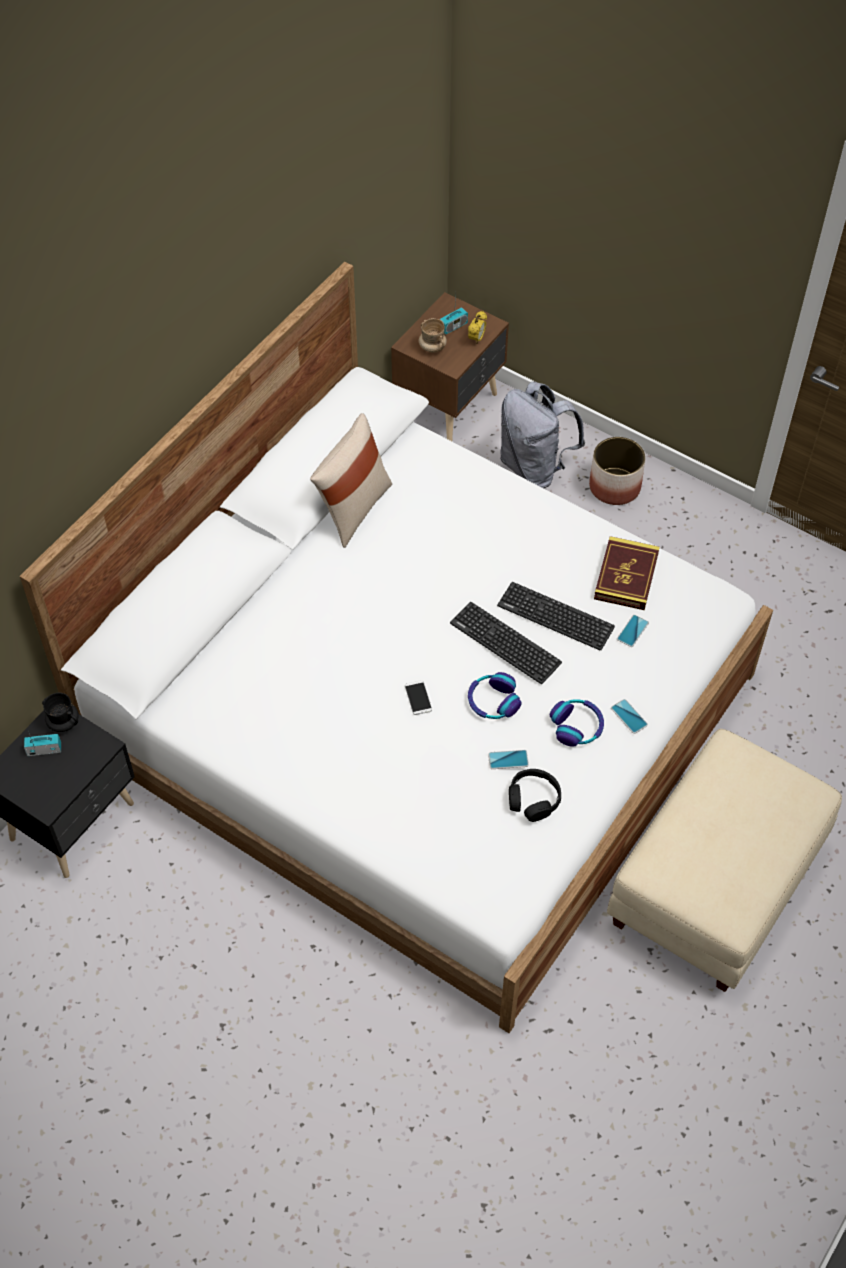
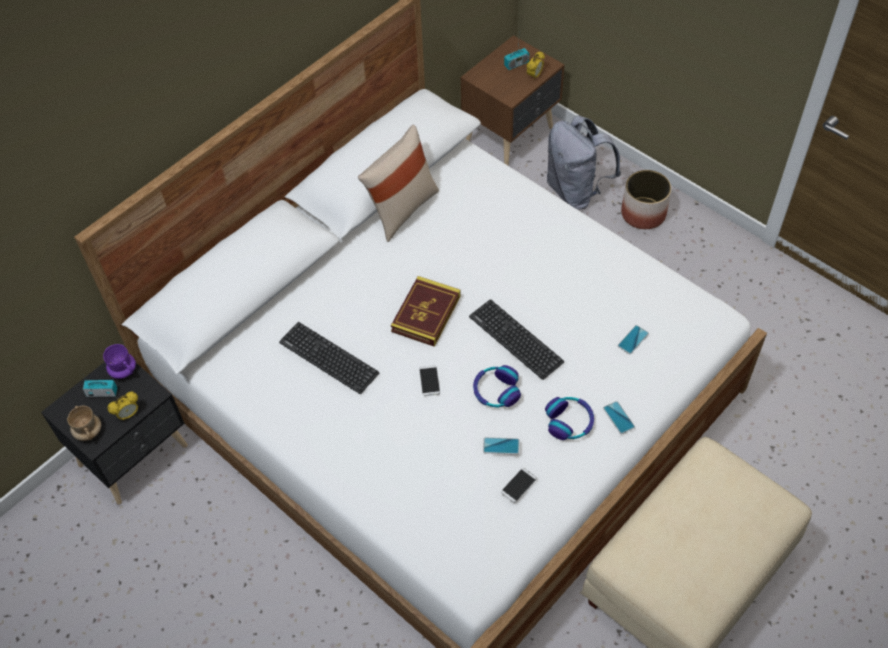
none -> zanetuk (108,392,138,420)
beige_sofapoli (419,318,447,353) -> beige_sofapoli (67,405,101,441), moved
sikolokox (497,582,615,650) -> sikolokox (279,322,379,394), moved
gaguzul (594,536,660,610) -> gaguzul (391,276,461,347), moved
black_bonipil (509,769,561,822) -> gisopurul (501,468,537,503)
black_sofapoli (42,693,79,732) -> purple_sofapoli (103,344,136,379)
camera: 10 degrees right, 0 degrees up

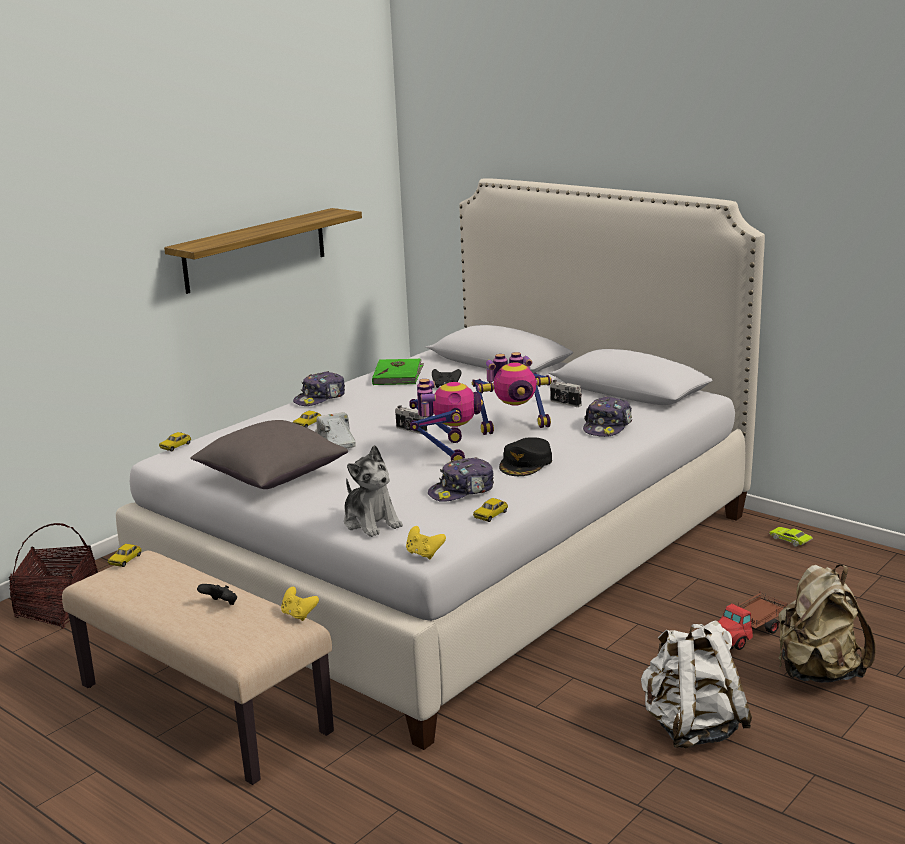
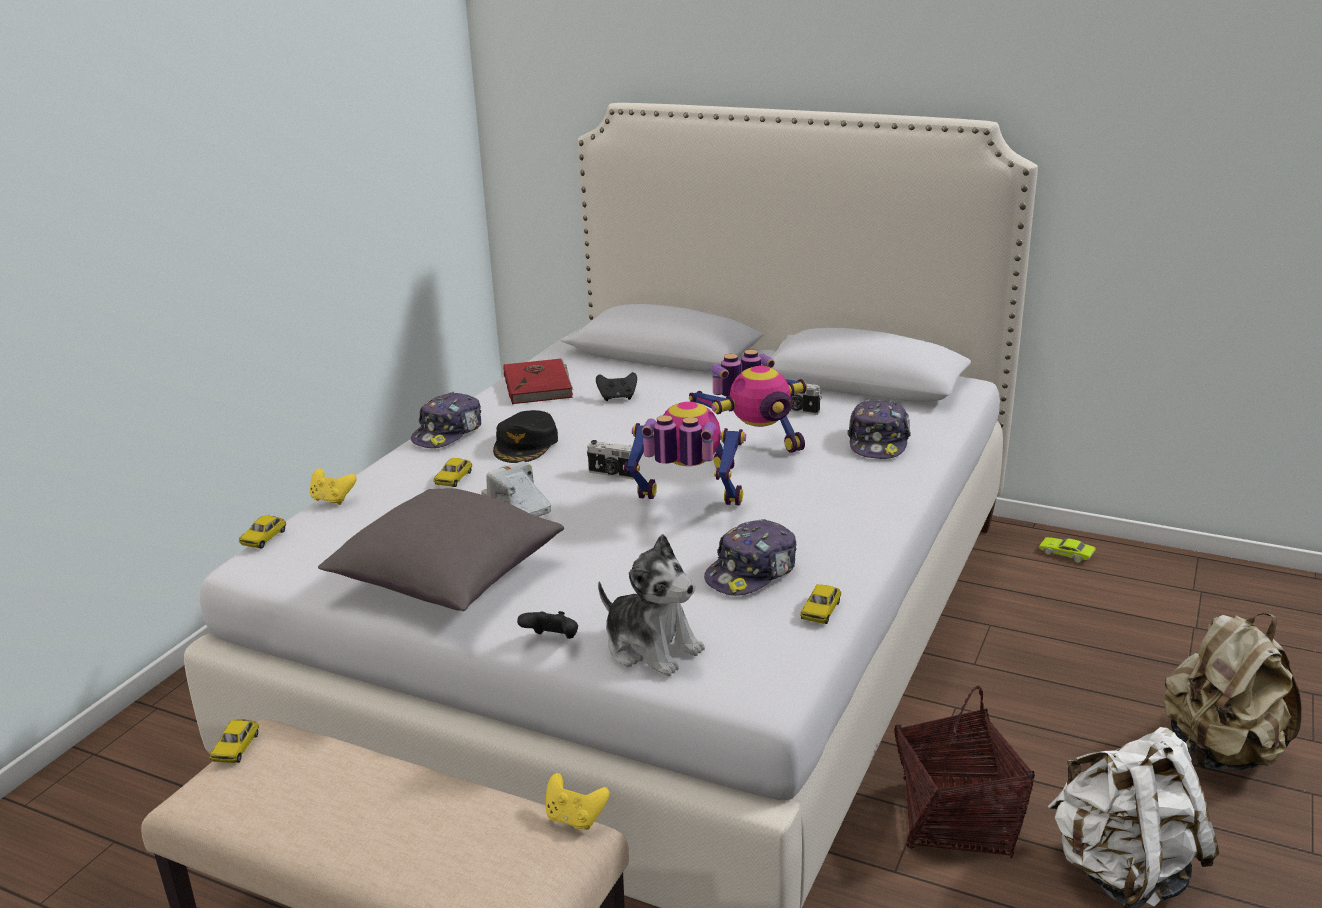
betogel (164,208,362,294) -> none
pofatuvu (718,593,788,650) -> none
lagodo (9,523,98,629) -> lagodo (894,686,1035,858), moved
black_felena (197,584,237,605) -> black_felena (517,611,578,639), moved
yellow_felena (406,526,446,559) -> yellow_felena (310,468,357,505), moved
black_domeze (499,437,552,476) -> black_domeze (493,410,558,463), moved
green_gaguzul (372,359,424,385) -> red_gaguzul (503,358,573,404)
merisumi (409,379,483,461) -> merisumi (623,401,746,506), 60 degrees counterclockwise
camera: 15 degrees left, 5 degrees up

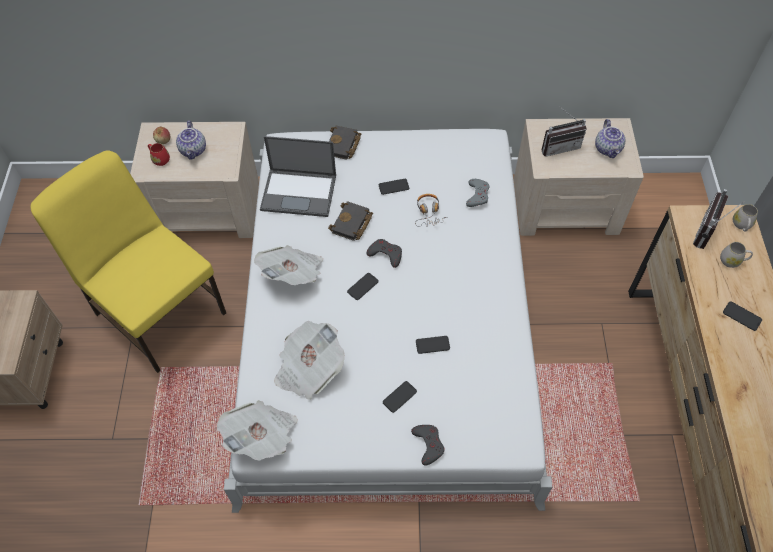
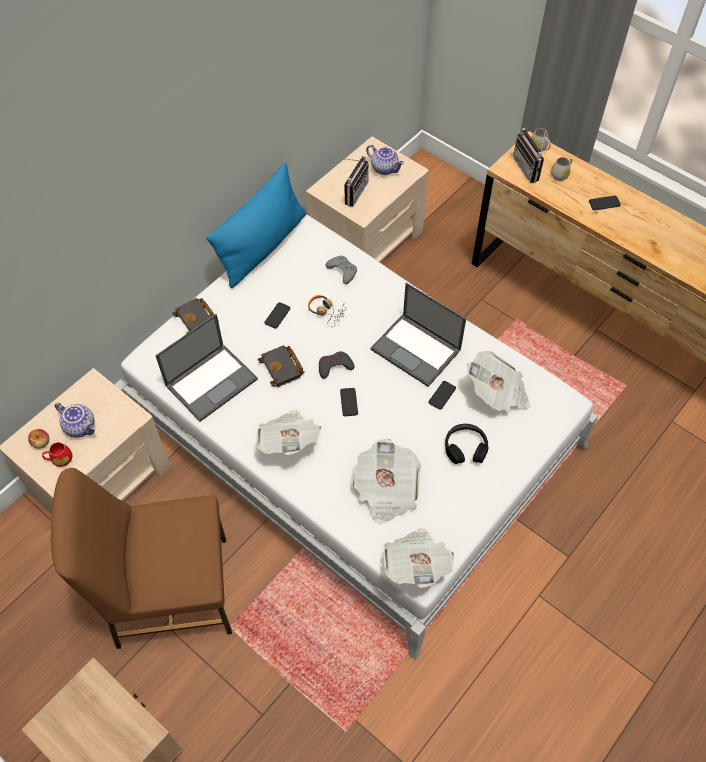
grey_felena (411,425,444,465) -> none
none -> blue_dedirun (206,163,306,288)
none -> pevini (371,282,466,387)
none -> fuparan (467,351,530,412)
gisopurul (383,381,417,413) -> black_bonipil (445,424,489,464)
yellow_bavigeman (31,150,226,373) -> brown_bavigeman (51,468,232,649)
camera: 50 degrees left, 0 degrees up

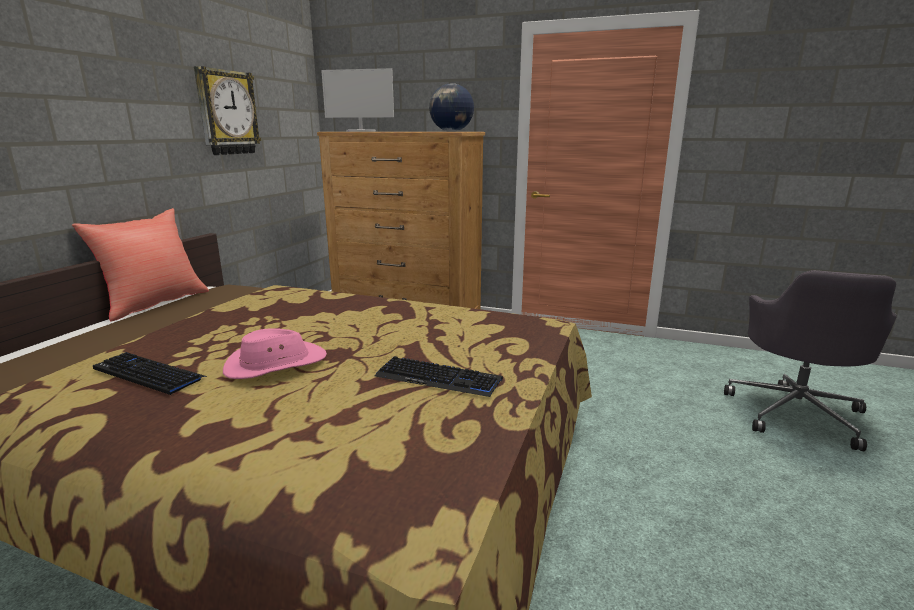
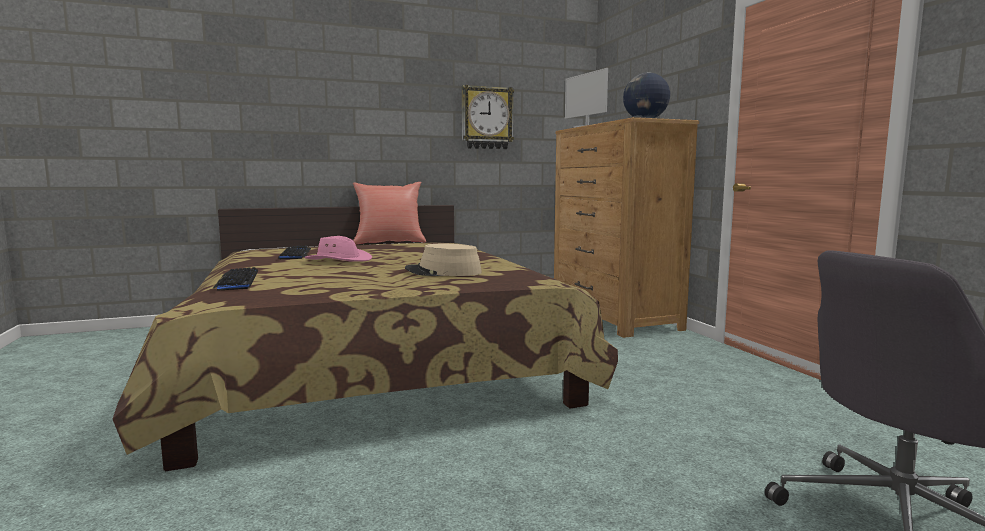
none -> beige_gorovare (405,244,482,276)
sikolokox (375,356,503,397) -> sikolokox (212,267,258,291), moved
camera: 50 degrees right, 10 degrees down

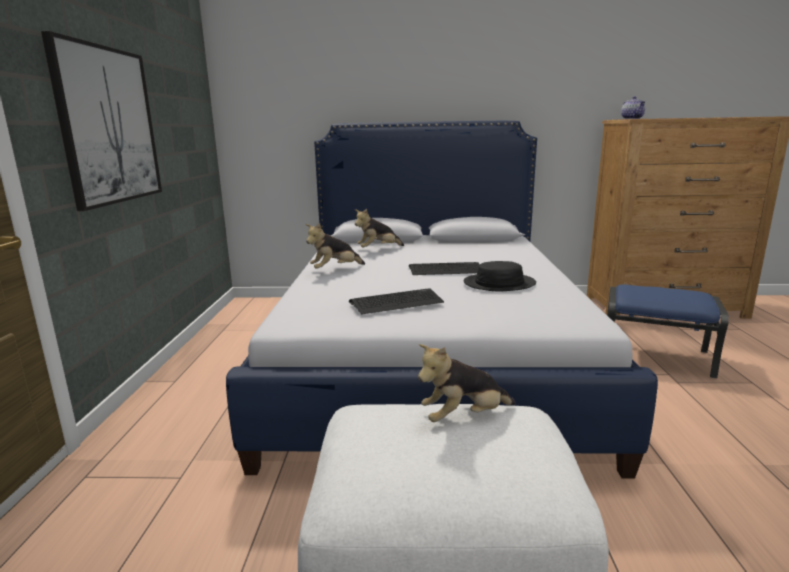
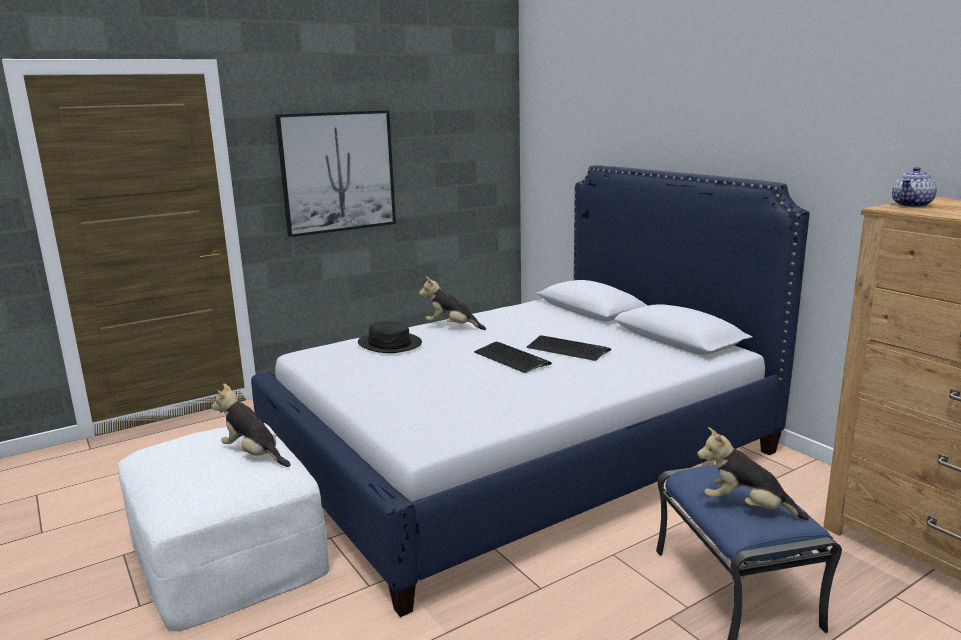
sikolokox (349,289,444,315) -> sikolokox (526,336,611,361), moved
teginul (355,209,404,247) -> teginul (697,427,809,520), moved
black_gorovare (463,261,536,291) -> black_gorovare (358,321,422,353), moved
camera: 55 degrees right, 0 degrees up

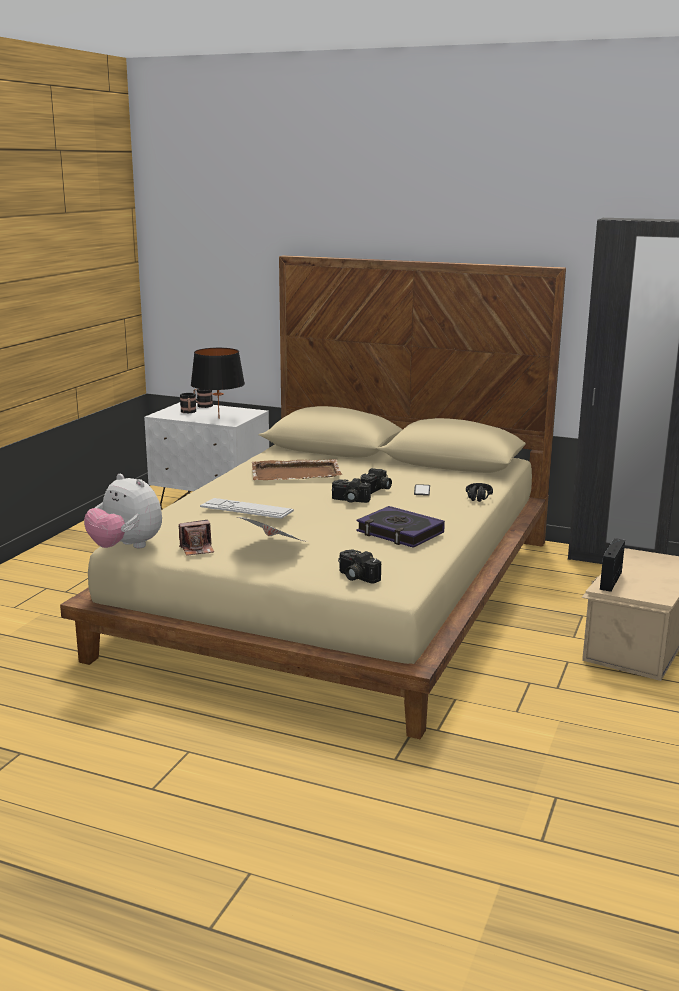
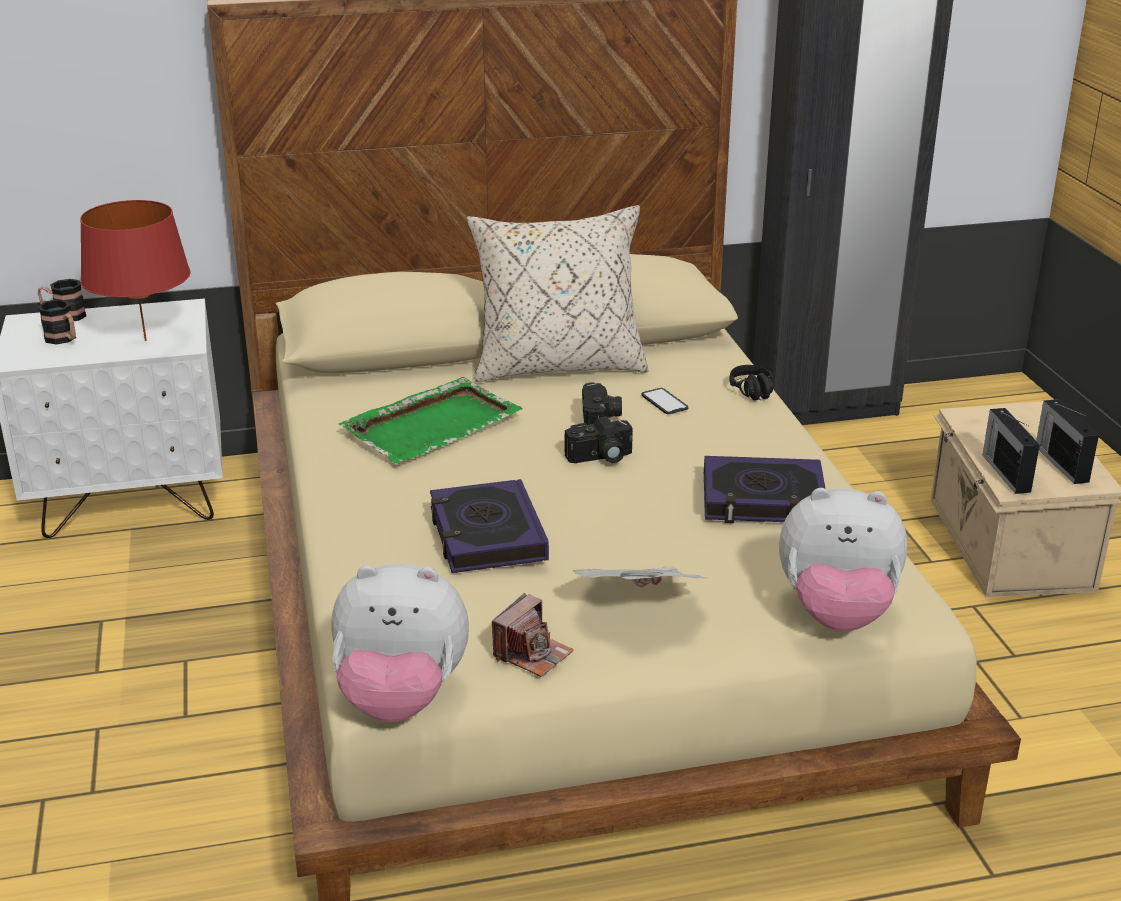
none -> beige_dedirun (466,205,649,382)
none -> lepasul (1036,399,1099,484)
sikolokox (200,498,294,519) -> gaguzul (430,479,549,573)
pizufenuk (338,549,381,584) -> teginul (779,488,907,632)
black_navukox (191,348,245,419) -> red_navukox (80,200,191,341)
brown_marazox (252,459,342,480) -> green_marazox (339,377,523,464)
camera: 35 degrees left, 10 degrees up

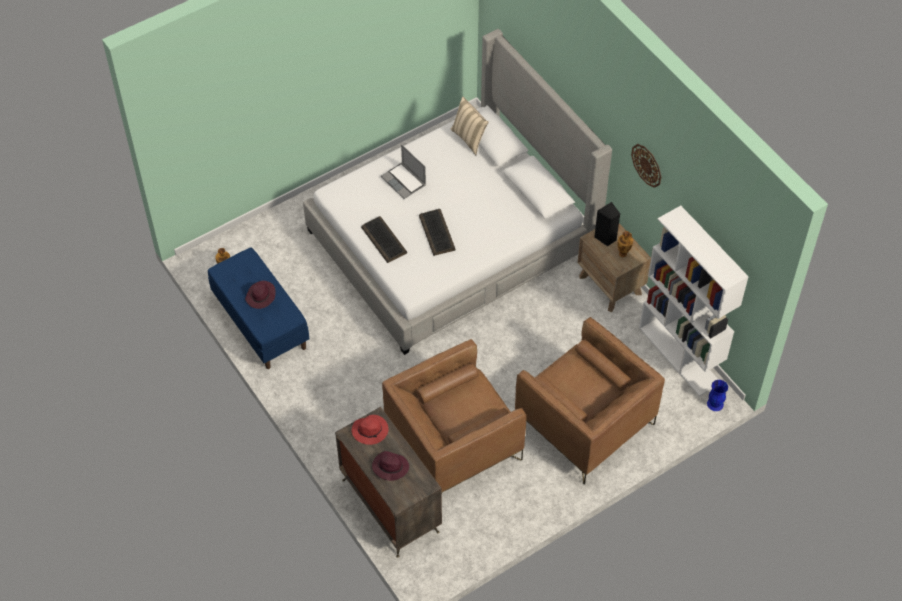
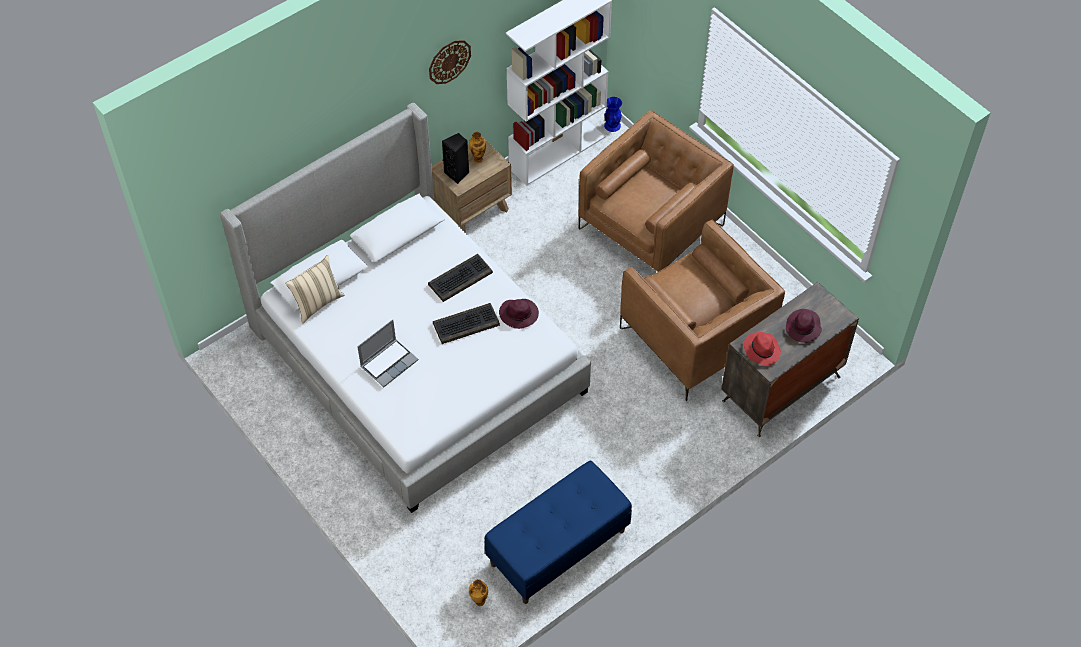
purple_gorovare (245,281,276,309) -> purple_gorovare (499,299,539,329), moved
sikolokox (361,216,407,263) -> sikolokox (428,254,493,302), moved
camera: 95 degrees left, 0 degrees up

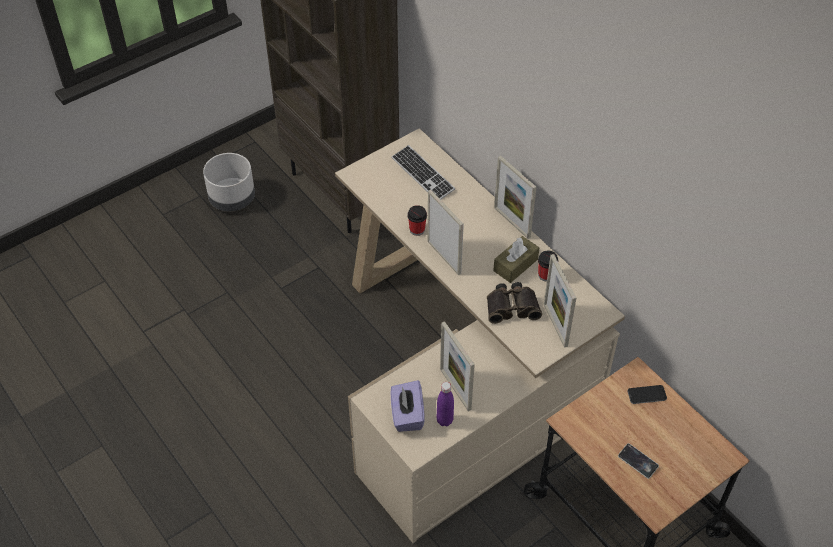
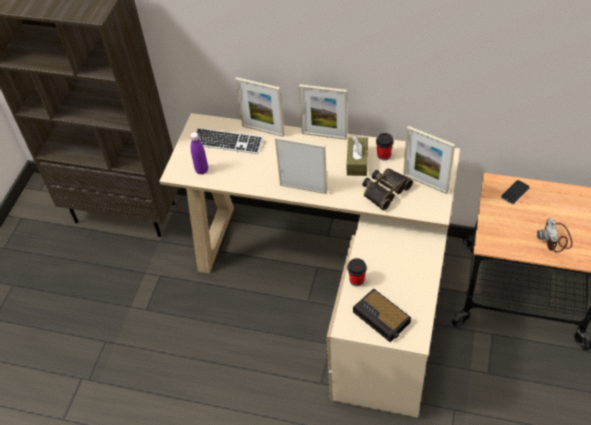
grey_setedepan (203,153,255,211) -> none
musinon (407,205,427,236) -> musinon (347,258,367,287), moved
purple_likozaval (437,382,454,426) -> purple_likozaval (190,132,208,175), moved
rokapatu (440,321,475,411) -> rokapatu (235,77,285,137), moved
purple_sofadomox (391,380,424,432) -> zanetuk (353,288,411,342)
gisopurul (618,443,659,479) -> pizufenuk (537,218,573,253)
camera: 35 degrees left, 0 degrees up

